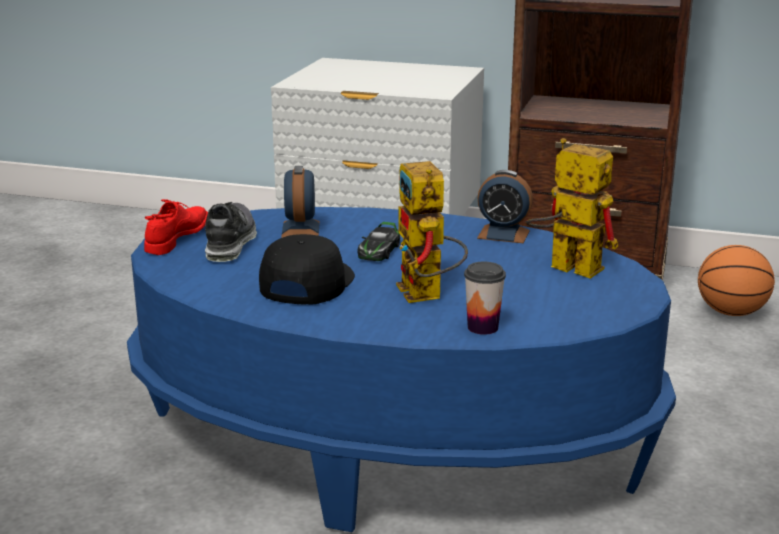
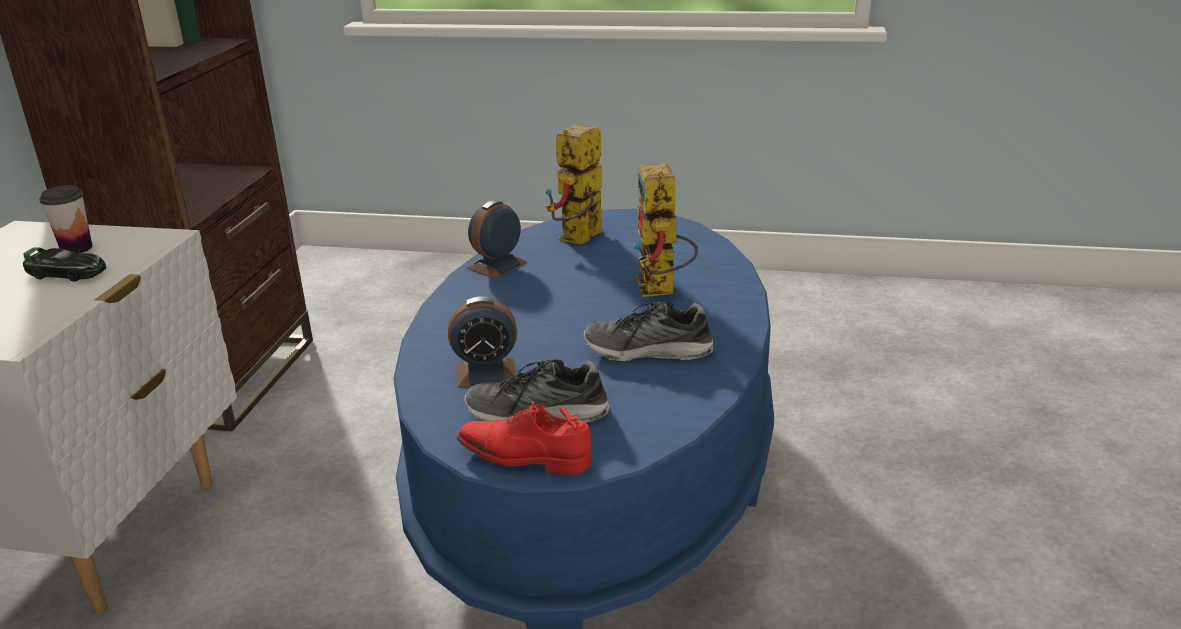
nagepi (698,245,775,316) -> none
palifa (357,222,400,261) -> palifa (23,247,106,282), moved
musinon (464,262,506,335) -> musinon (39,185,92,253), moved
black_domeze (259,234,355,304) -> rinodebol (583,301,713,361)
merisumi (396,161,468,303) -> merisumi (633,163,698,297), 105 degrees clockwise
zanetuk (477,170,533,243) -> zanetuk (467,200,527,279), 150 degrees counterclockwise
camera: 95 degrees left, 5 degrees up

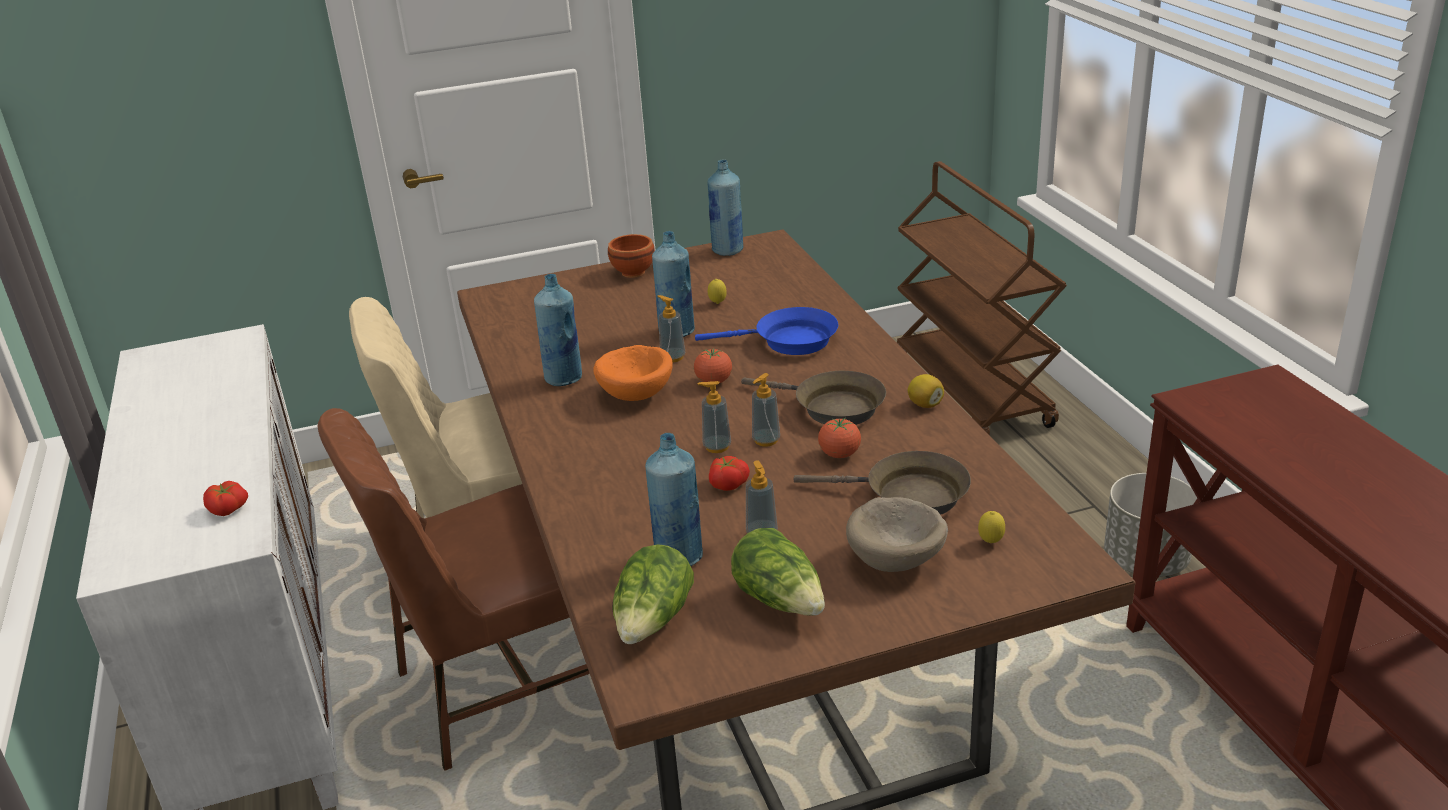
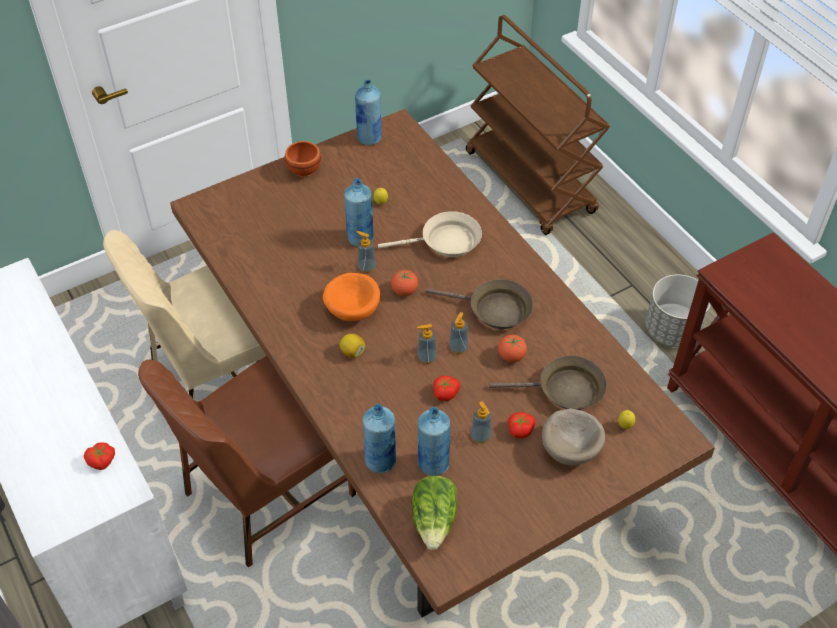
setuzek (731,528,825,616) -> none
none -> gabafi (508,412,535,439)
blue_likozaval (534,274,582,386) -> blue_likozaval (363,404,396,473), moved
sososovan (908,374,944,408) -> sososovan (339,333,365,358), moved
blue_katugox (695,307,838,355) -> beige_katugox (378,211,482,257)
camera: 15 degrees left, 20 degrees up

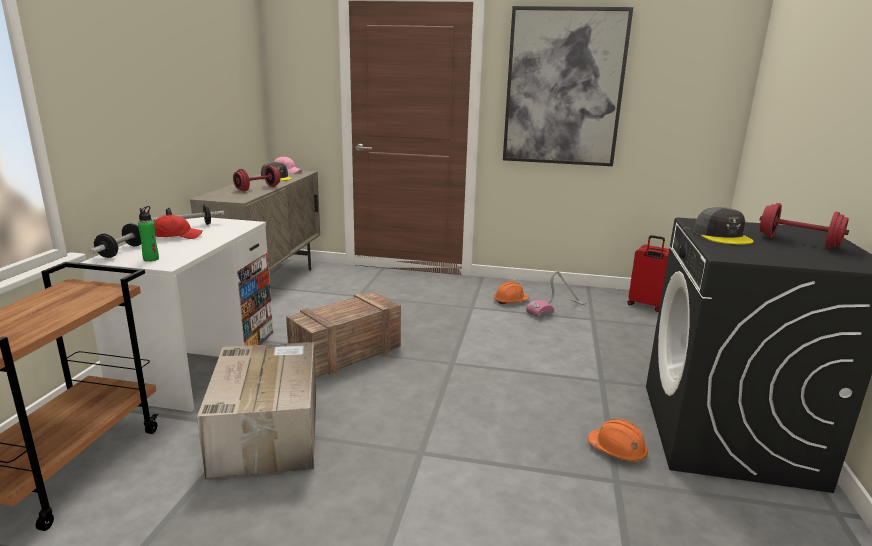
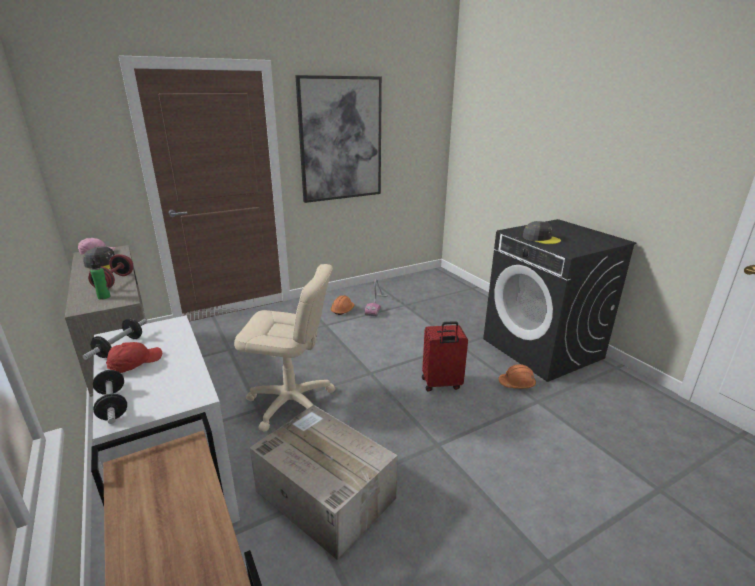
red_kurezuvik (760,203,849,248) -> none
green_likozaval (138,206,159,262) -> green_likozaval (90,257,110,300), moved
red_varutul (627,235,669,312) -> red_varutul (422,321,468,392), moved
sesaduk (286,292,401,378) -> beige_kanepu (234,264,336,432)
camera: 40 degrees left, 5 degrees up

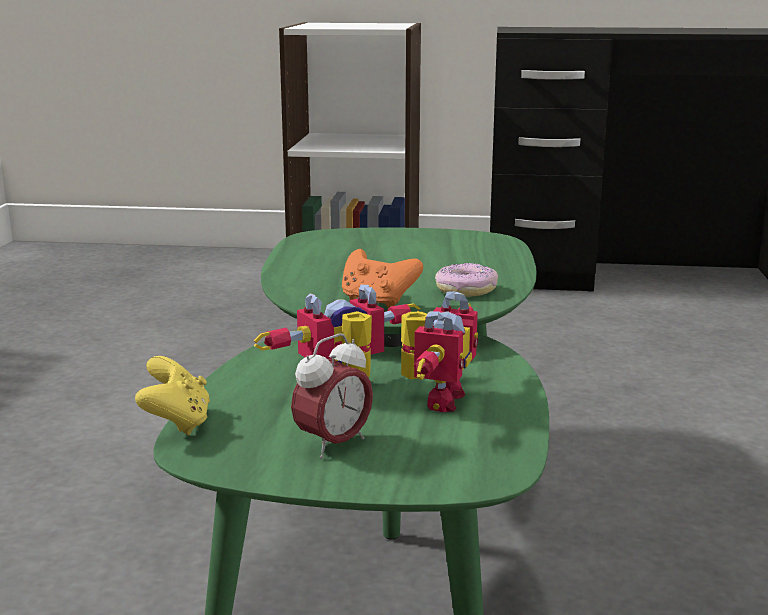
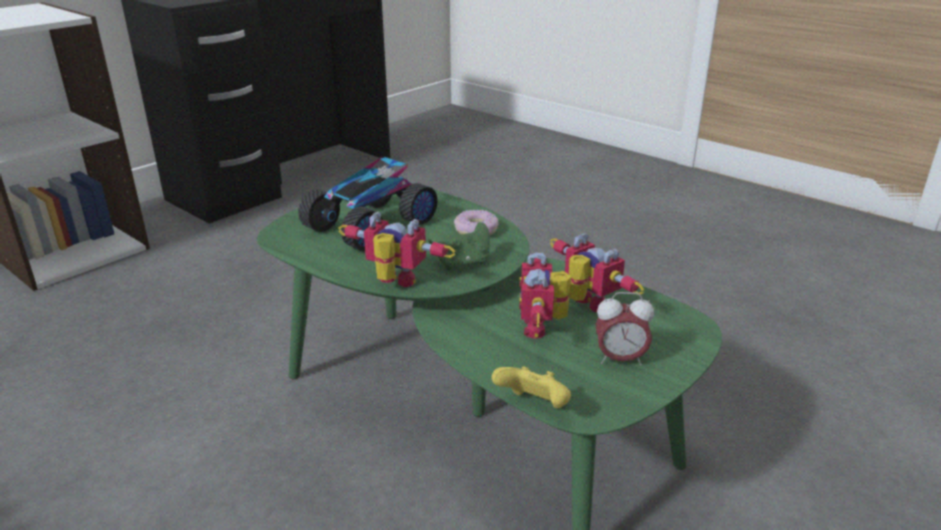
none -> palifa (298,156,437,251)
none -> merisumi (338,212,456,287)
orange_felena (342,249,423,308) -> green_felena (427,222,490,270)
zanetuk (291,334,373,459) -> zanetuk (596,292,654,366), 105 degrees clockwise
camera: 55 degrees left, 10 degrees up

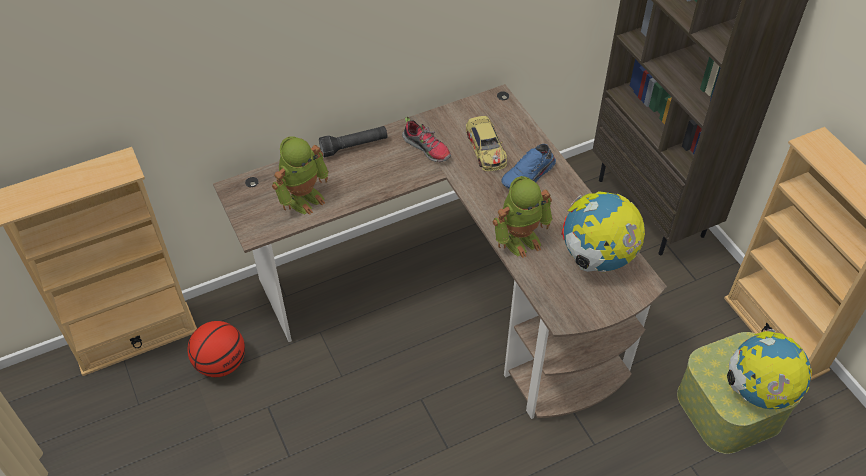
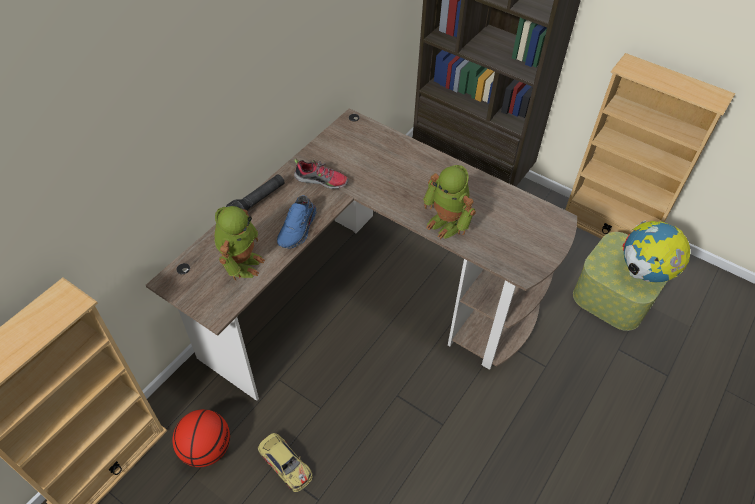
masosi (562,191,645,272) -> none
palifa (466,116,507,171) -> palifa (258,433,313,492), moved
blue_rinodebol (501,144,556,189) -> blue_rinodebol (277,195,316,249), moved
merisumi (493,176,552,258) -> merisumi (423,165,476,239), 105 degrees clockwise
camera: 30 degrees left, 0 degrees up

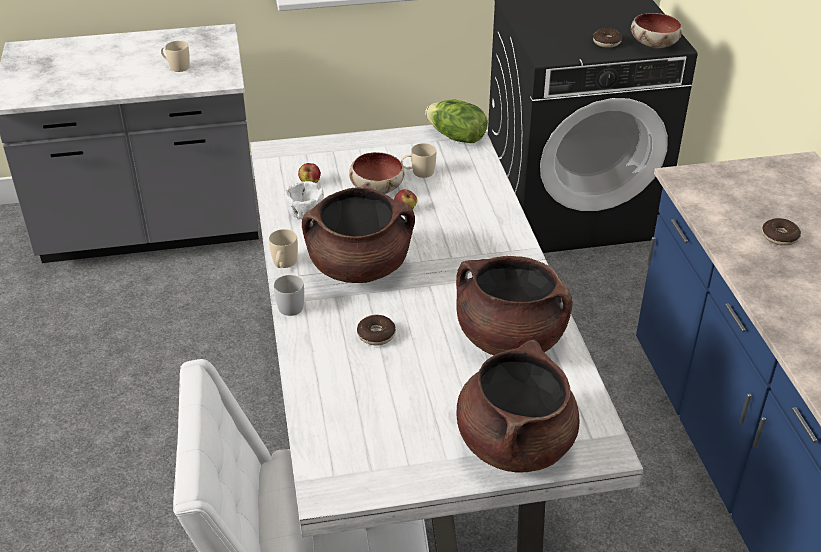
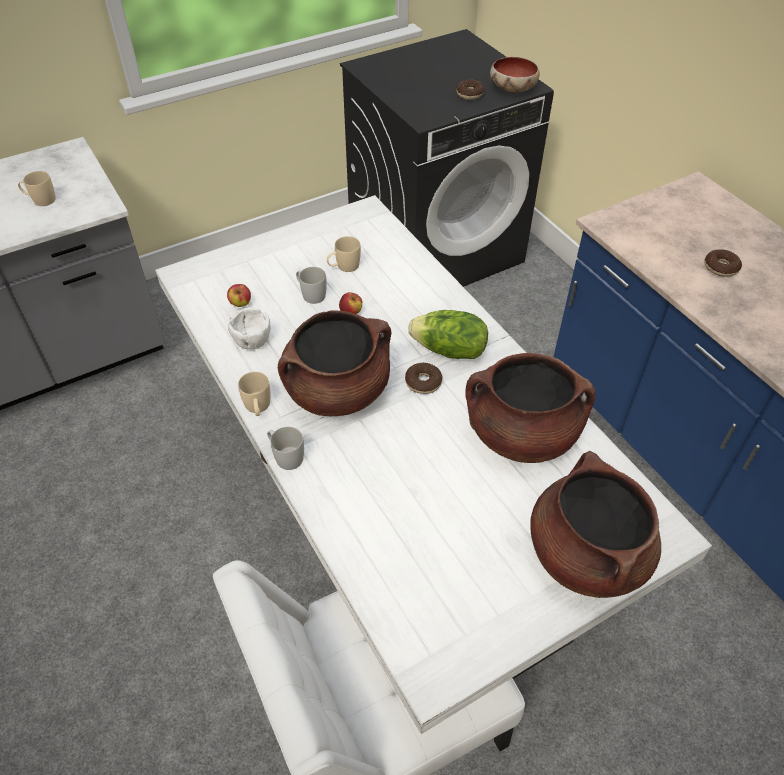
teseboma (357,315,395,346) -> teseboma (405,363,442,394), moved
setuzek (425,100,488,143) -> setuzek (408,310,488,359), moved
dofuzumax (349,152,405,194) -> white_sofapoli (296,267,327,304)
camera: 20 degrees left, 10 degrees up

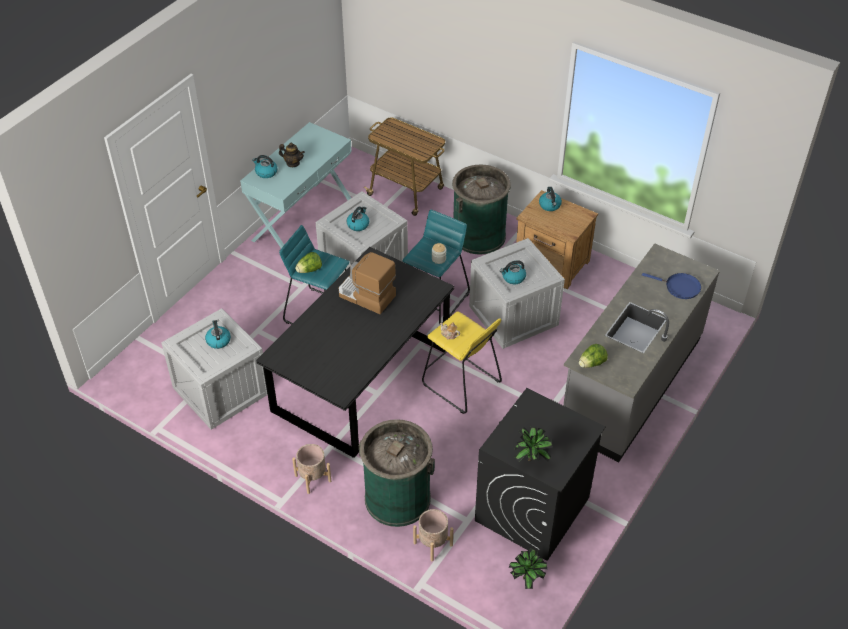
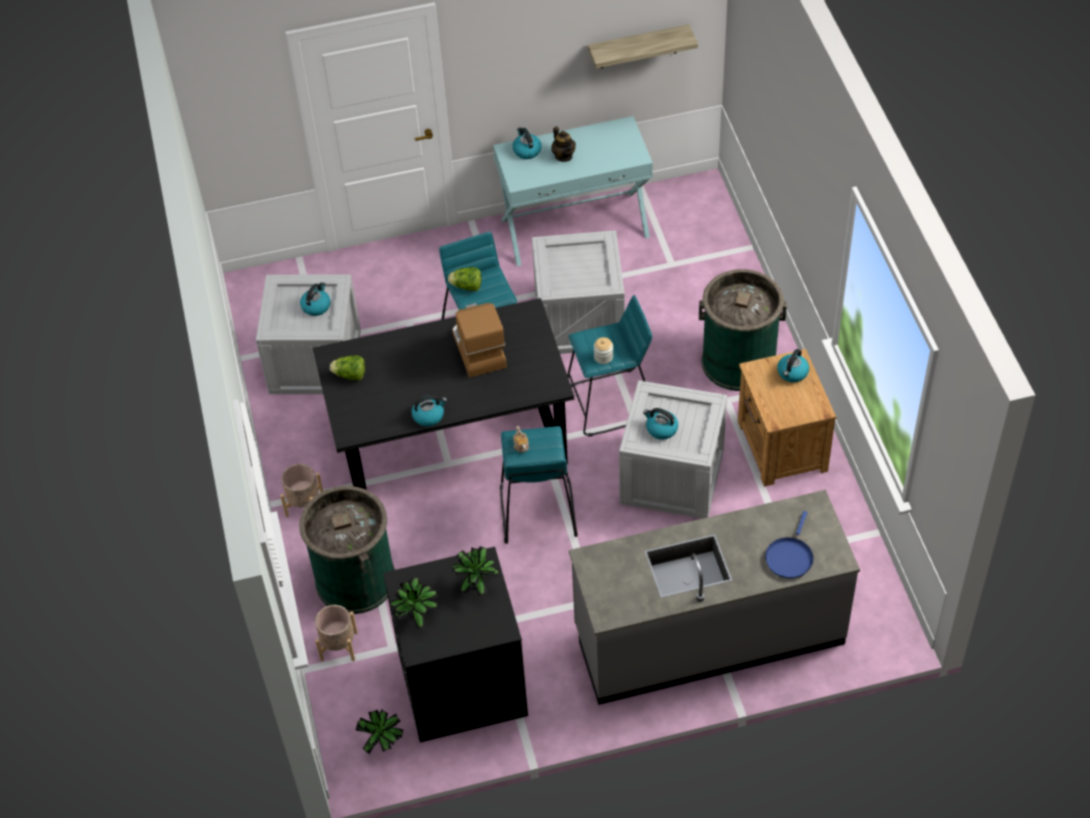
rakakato (364,117,445,216) -> none
none -> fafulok (452,546,500,596)
none -> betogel (588,24,698,68)
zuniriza (347,207,369,231) -> zuniriza (411,395,447,426), moved
setuzek (579,344,608,368) -> setuzek (330,355,365,380), moved
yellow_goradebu (422,311,502,414) -> turquoise_goradebu (500,426,578,544)
blue_katugox (642,273,701,299) -> blue_katugox (765,511,813,579), 45 degrees clockwise
camera: 45 degrees right, 5 degrees up

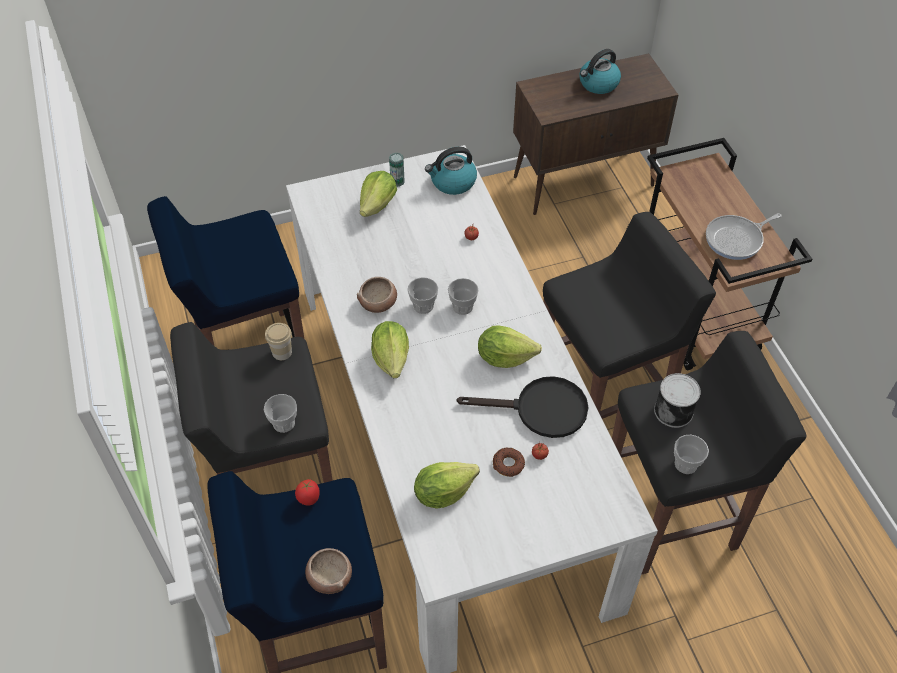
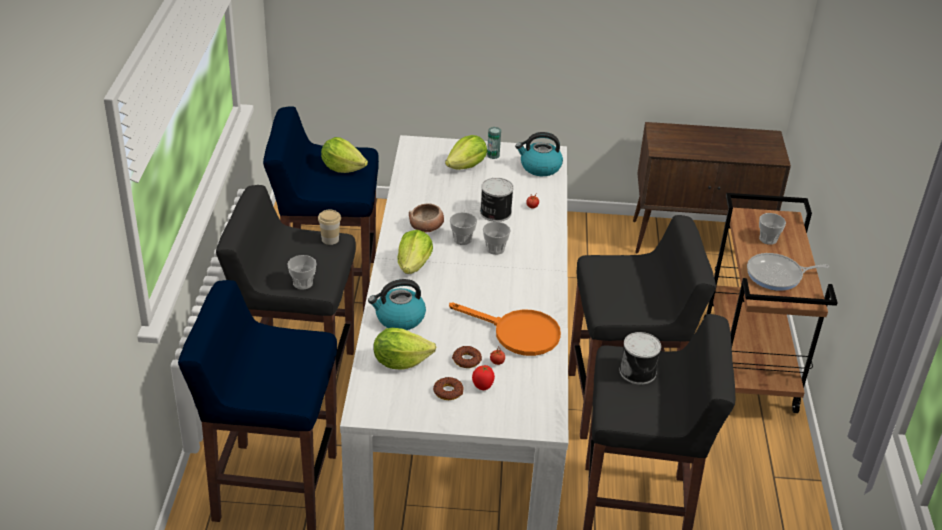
dofuzumax (305,548,352,594) -> none
none -> teseboma (433,377,463,400)
none -> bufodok (480,178,514,222)
gabafi (295,479,320,506) -> gabafi (472,365,495,390), moved
setuzek (478,325,542,368) -> setuzek (321,137,368,173), moved
zuniriza (579,49,621,94) -> zuniriza (368,279,426,330), moved
musinon (674,435,709,474) -> musinon (759,213,786,245), moved
black_katugox (457,376,589,438) -> orange_katugox (449,303,561,356)
camera: 20 degrees right, 15 degrees down

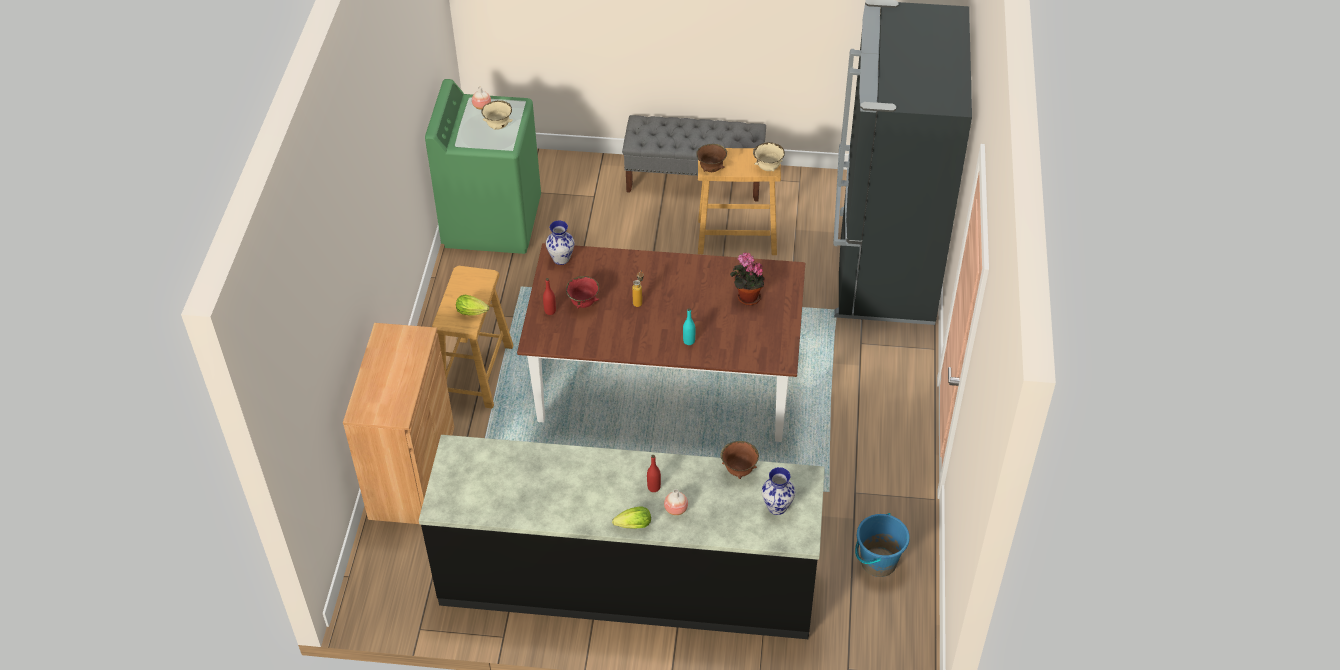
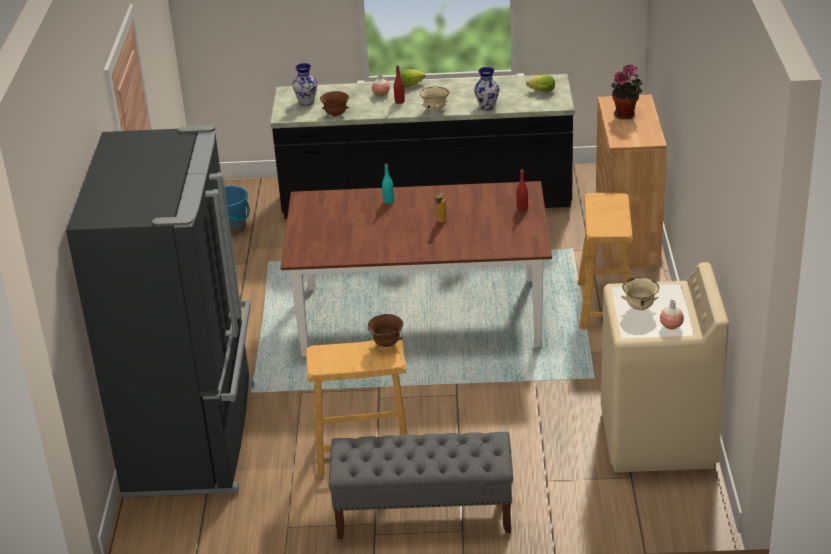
red_dofuzumax (566,276,599,309) -> none
setuzek (456,295,489,316) -> setuzek (526,75,555,92), moved
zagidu (546,221,574,265) -> zagidu (474,67,499,110), moved
fafulok (730,253,765,305) -> fafulok (611,64,643,119), moved
beige_dofuzumax (753,142,785,171) -> beige_dofuzumax (420,87,450,112), moved
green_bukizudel (425,79,541,254) -> beige_bukizudel (601,262,729,472)
camera: 175 degrees right, 15 degrees down

